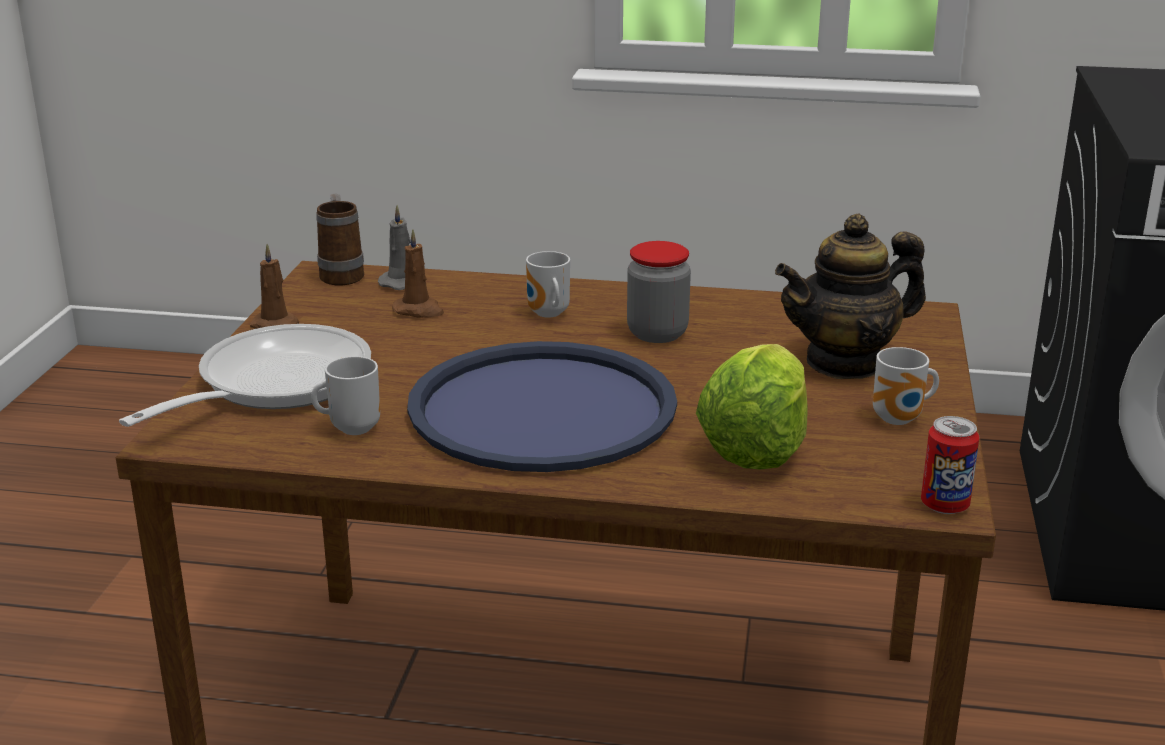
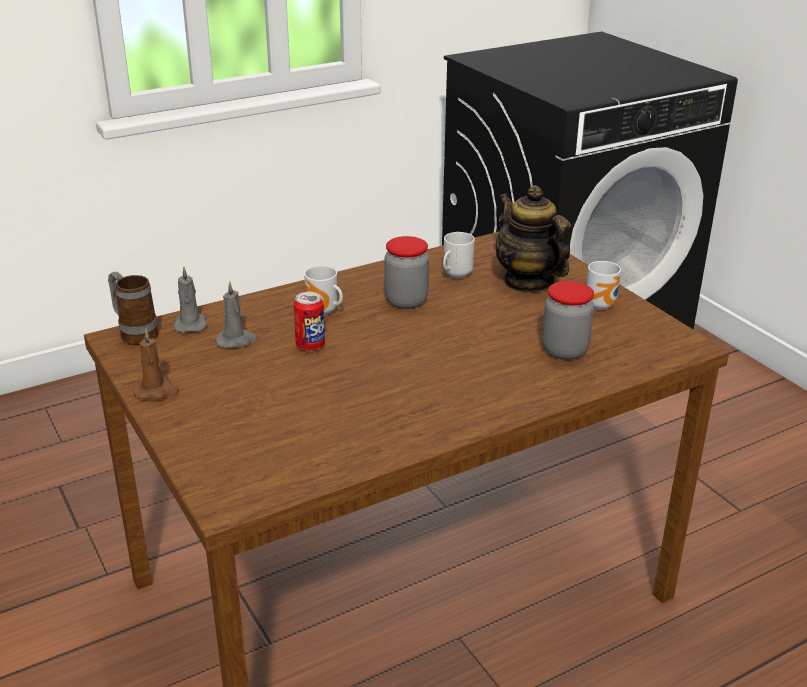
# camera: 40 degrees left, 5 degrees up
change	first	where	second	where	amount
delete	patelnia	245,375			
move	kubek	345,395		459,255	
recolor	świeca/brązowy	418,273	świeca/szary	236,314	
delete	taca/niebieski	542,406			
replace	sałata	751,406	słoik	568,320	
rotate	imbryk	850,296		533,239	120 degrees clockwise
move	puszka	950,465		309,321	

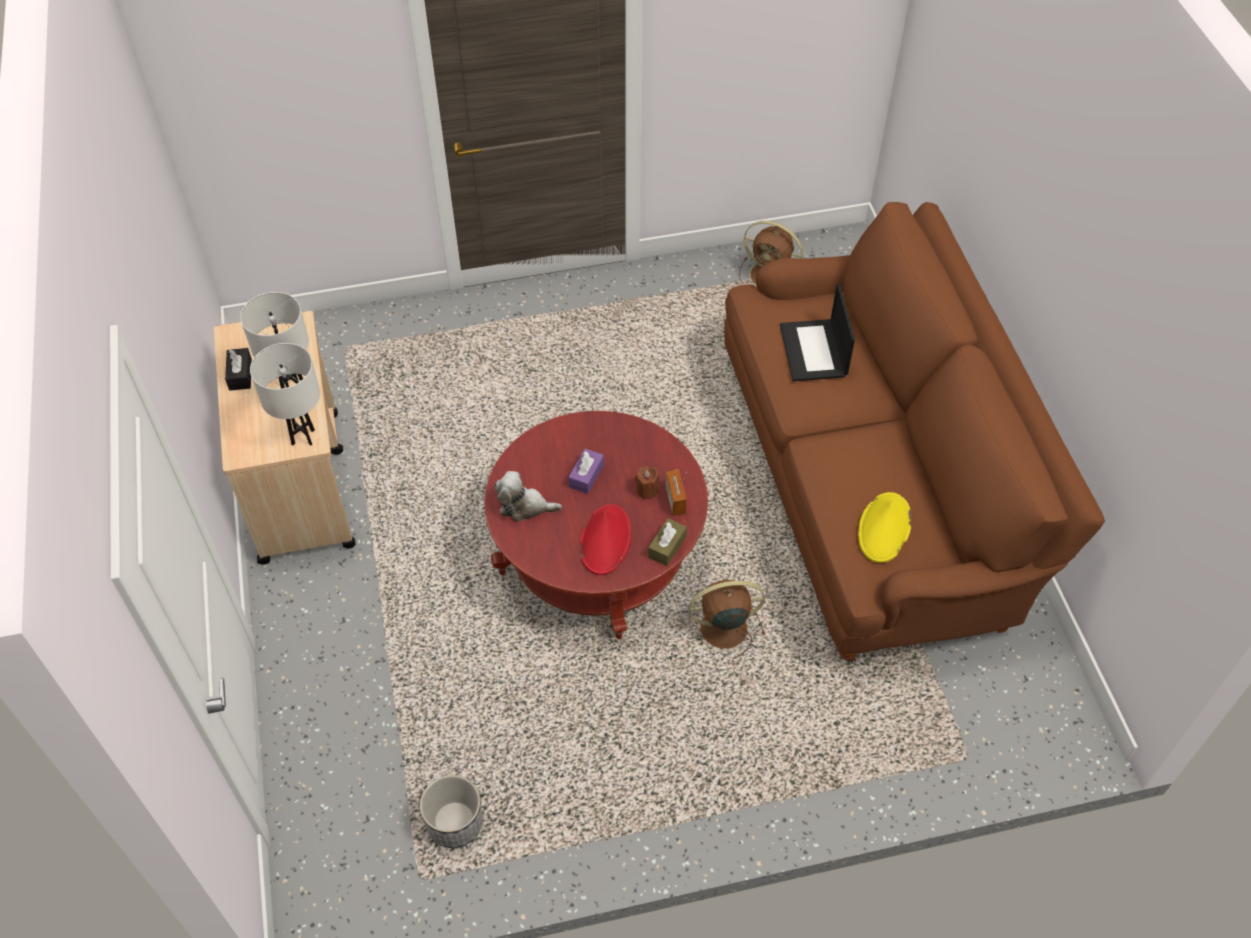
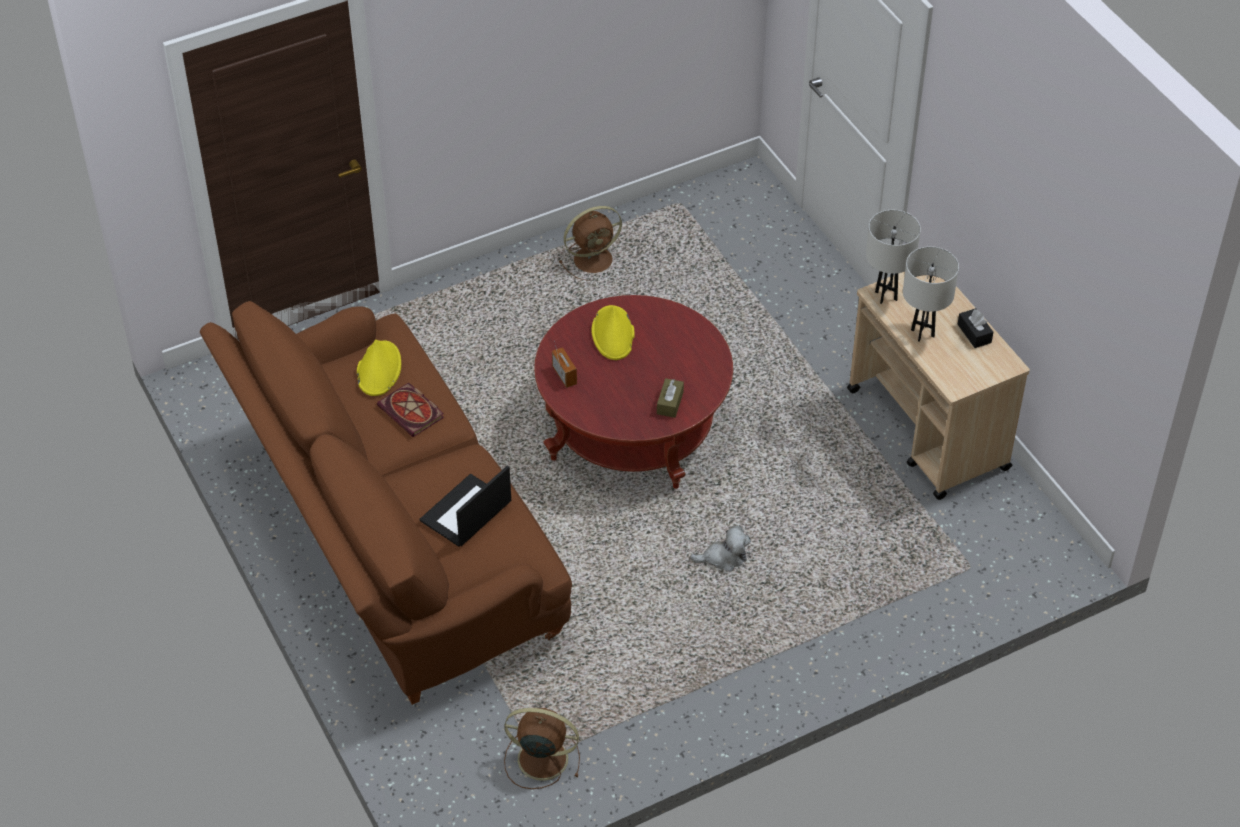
# camera: 165 degrees right, 5 degrees down
change	first	where	second	where	amount
delete	donica	451,811			
move	pluszak	528,496		720,548	
delete	pudełko chusteczek/fioletowy	586,471			
recolor	kapelusz/czerwony	605,539	kapelusz/żółty	613,332	
delete	świeca/brązowy	647,483			
move	pudełko chusteczek/brązowy	667,542		670,398	
move	wentylator/brązowy	726,619		590,243	
rotate	laptop	817,332		465,506	120 degrees counterclockwise
insert			książka	410,409	

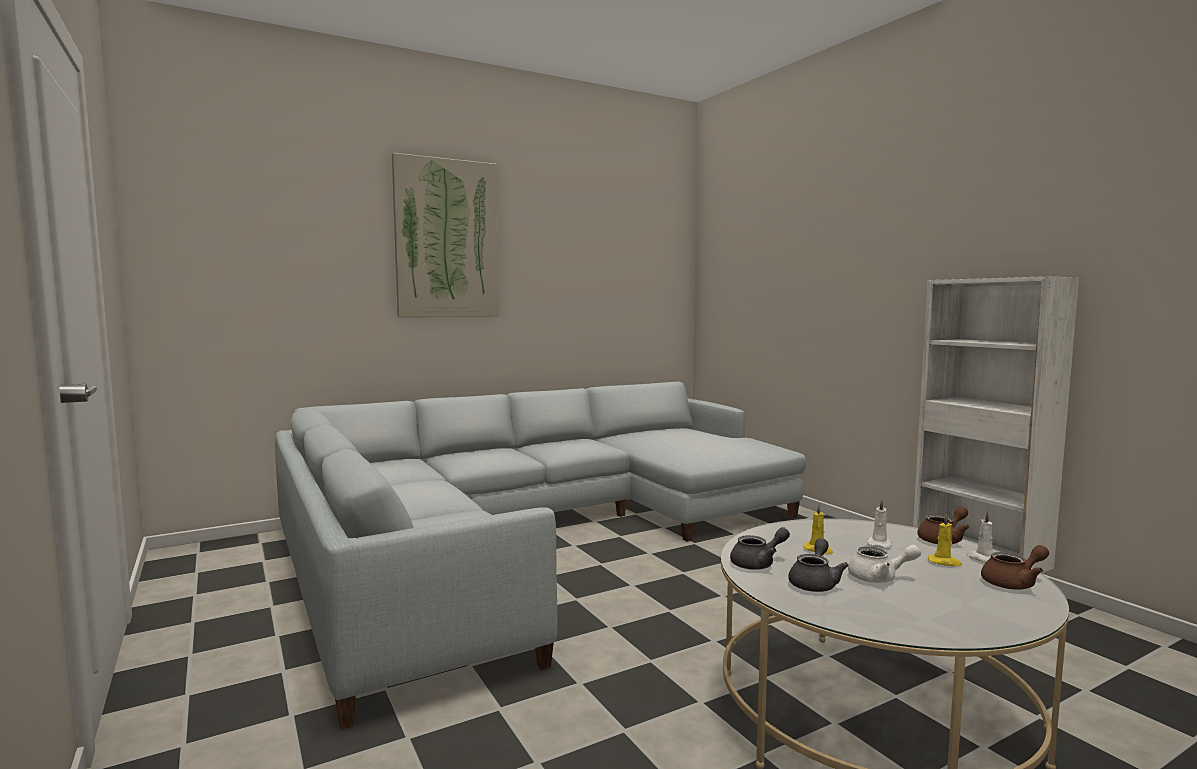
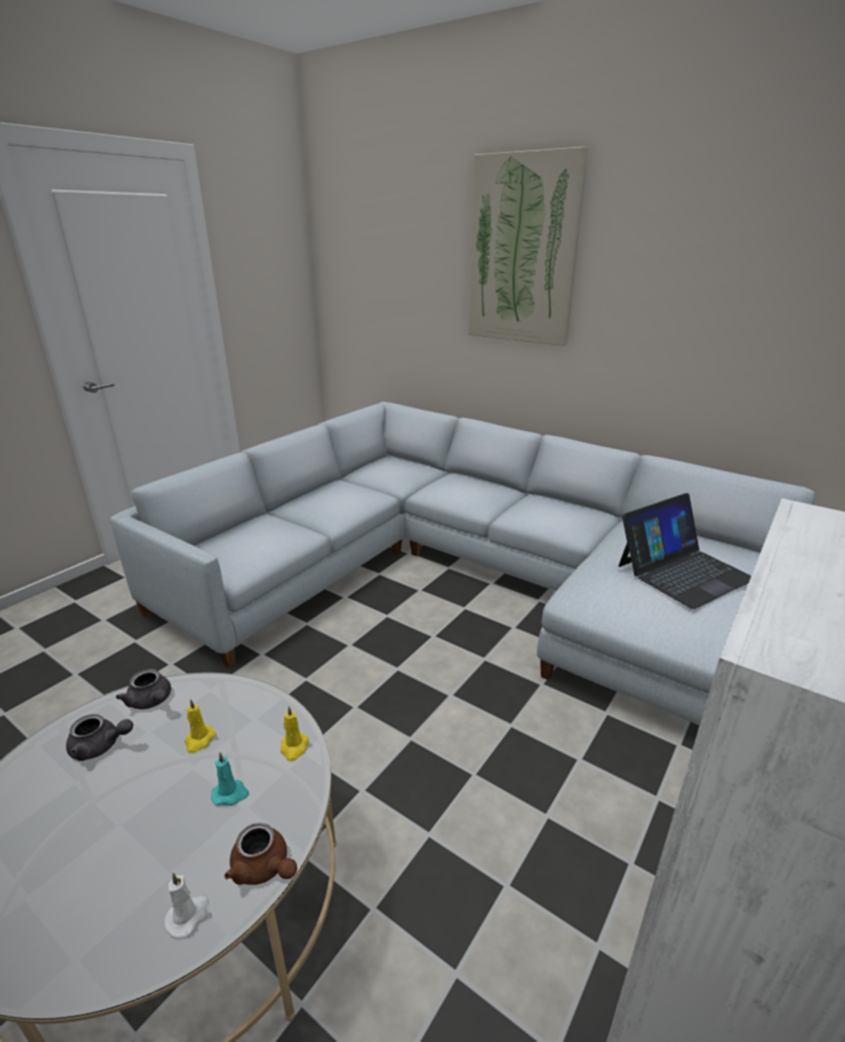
# camera: 65 degrees right, 20 degrees up
change	first	where	second	where	amount
delete	imbryk/biały	884,564			
recolor	świeca/biały	879,524	świeca/turkusowy	230,779	
move	świeca/żółty	945,540		294,734	
delete	imbryk/brązowy	1015,567			
insert			laptop	685,551	

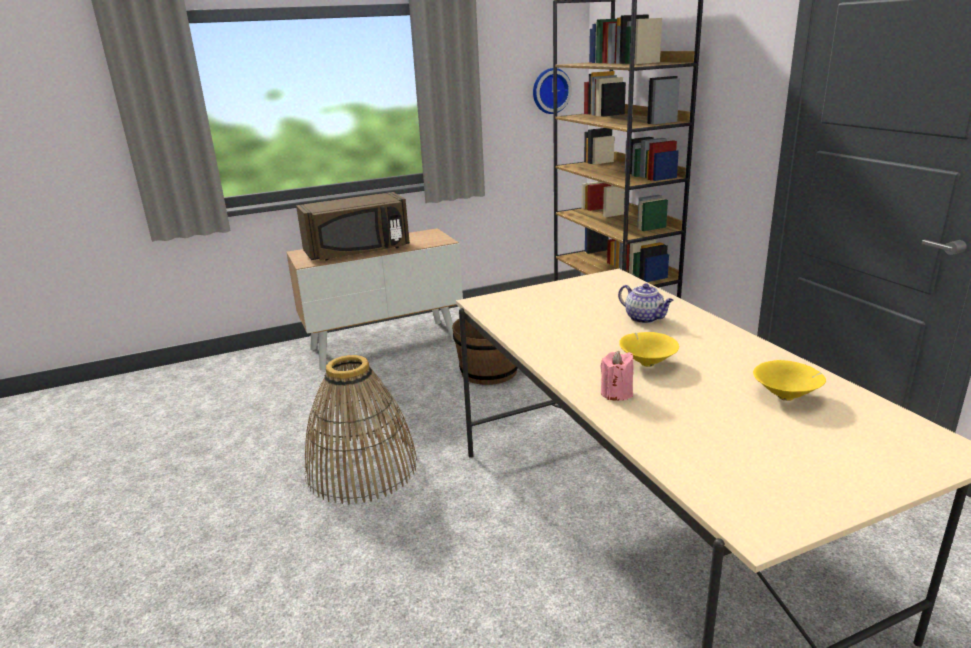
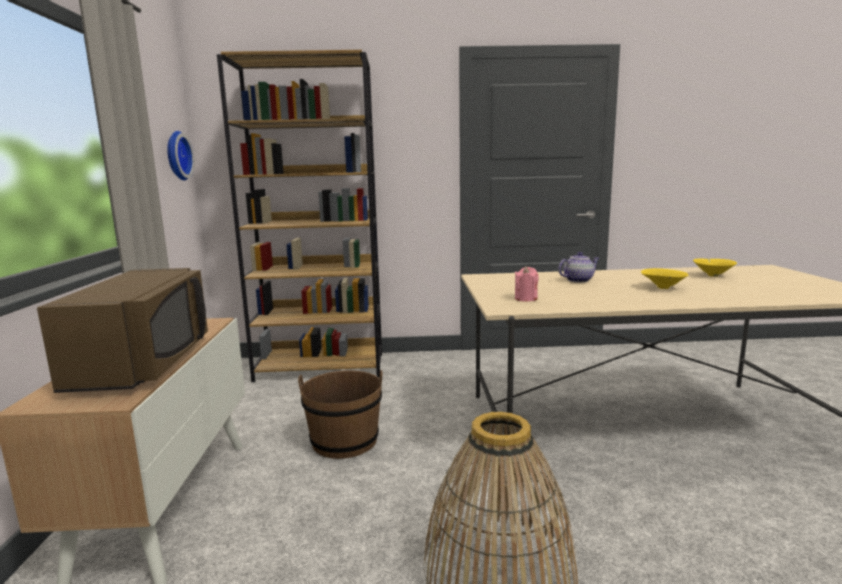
# camera: 70 degrees left, 10 degrees down
change	first	where	second	where	amount
move	świeca/różowy	617,375		527,283	

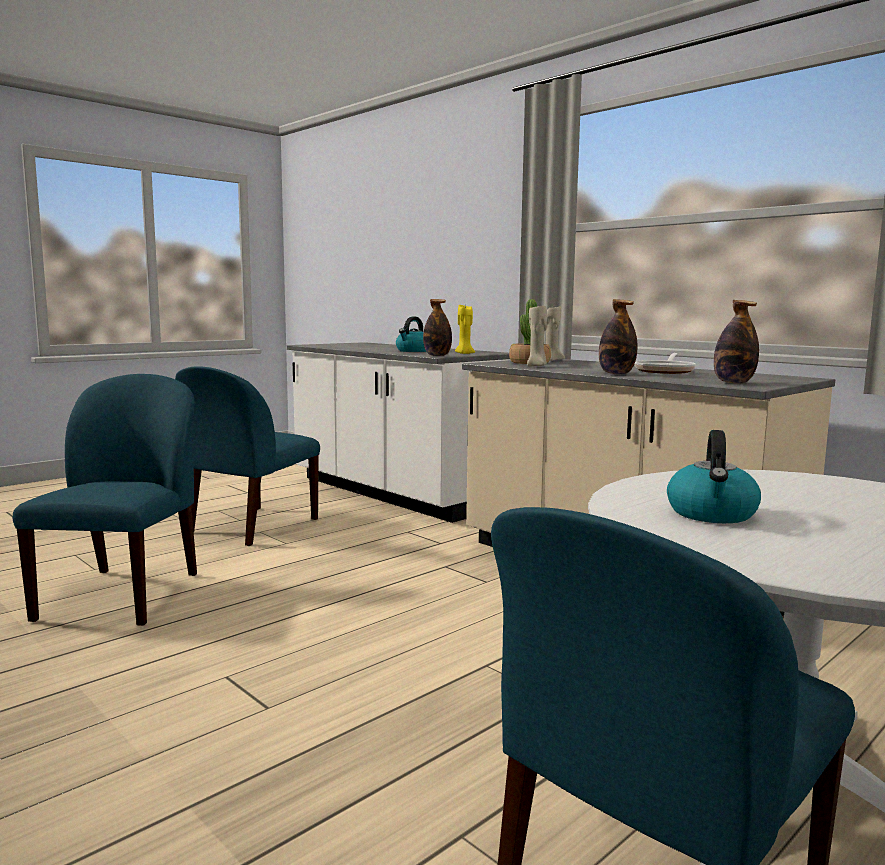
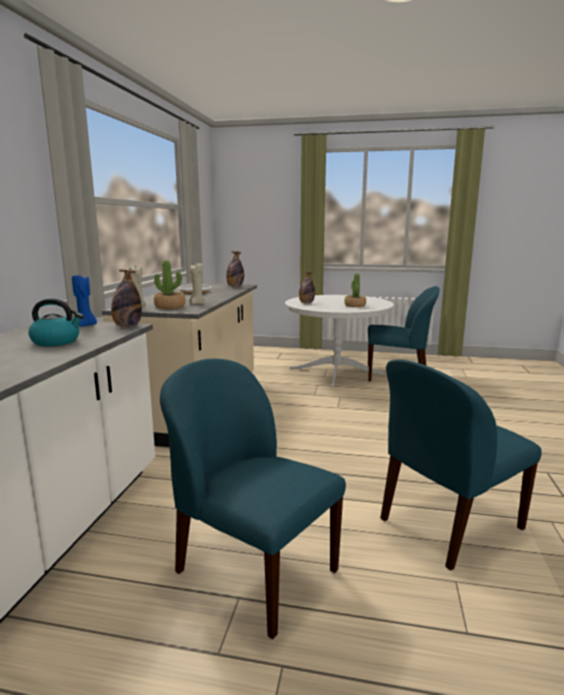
# camera: 125 degrees left, 5 degrees up
change	first	where	second	where	amount
rotate	krzesło/niebieski	247,456		253,499	135 degrees counterclockwise
recolor	świeca/żółty	465,329	świeca/niebieski	84,301	
move	butelka	618,336		307,287	
replace	czajnik	714,476	roślina doniczkowa	355,290	

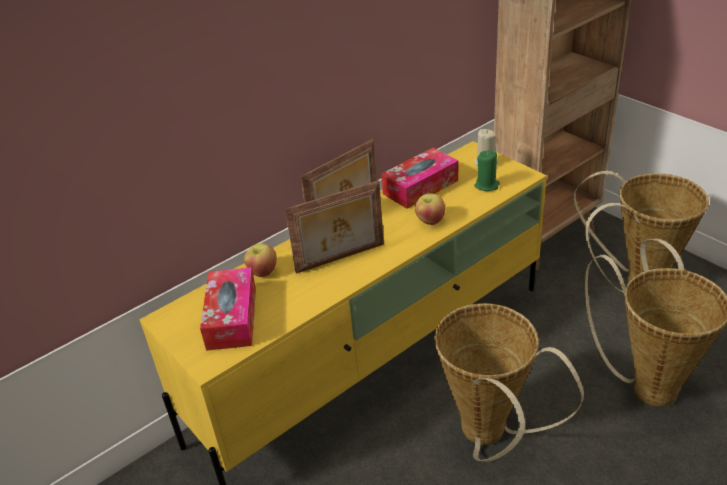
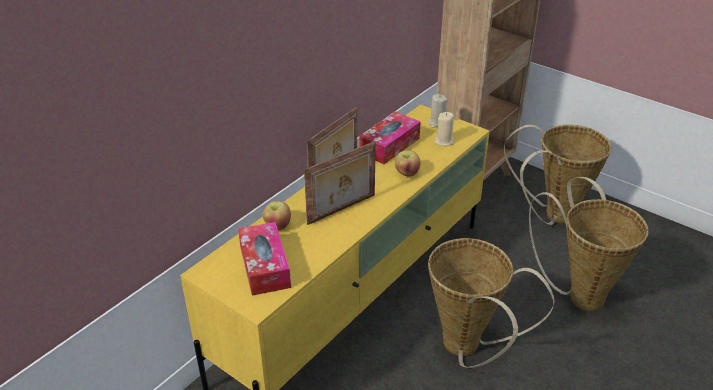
# camera: 15 degrees left, 0 degrees up
change	first	where	second	where	amount
recolor	świeca/zielony	487,170	świeca/beżowy	444,129	

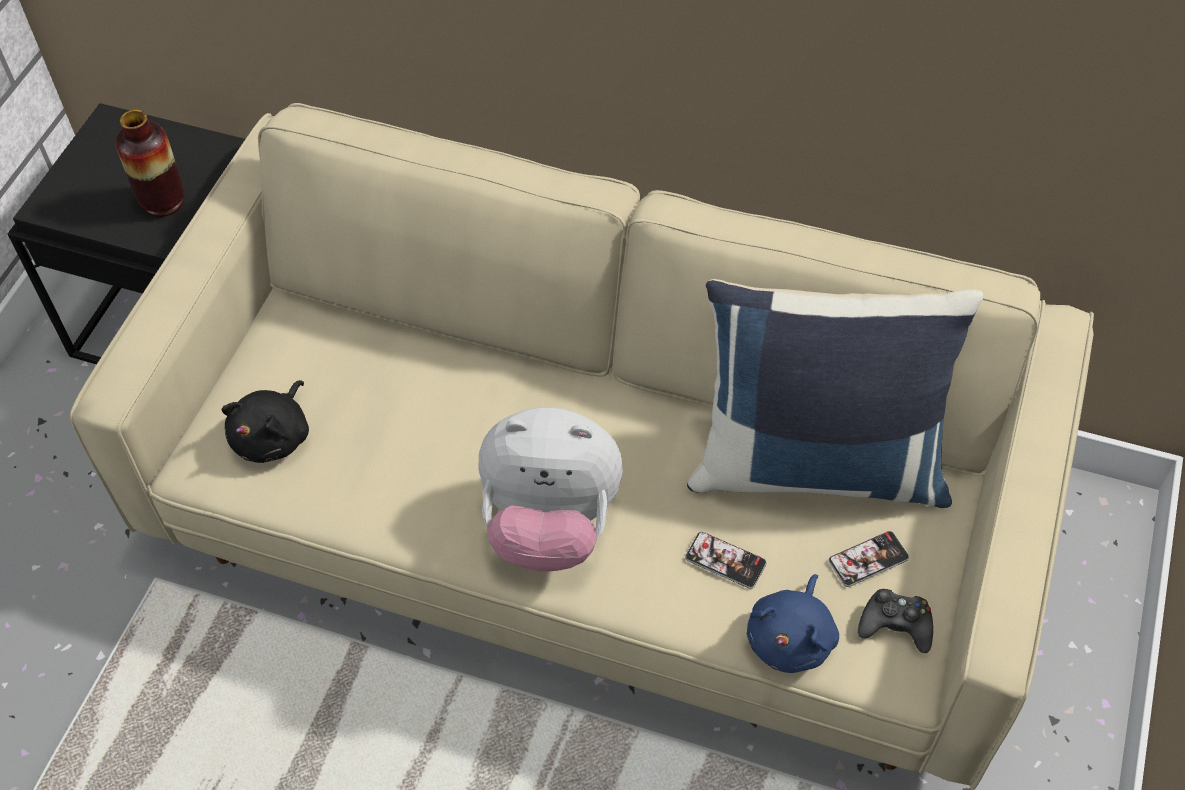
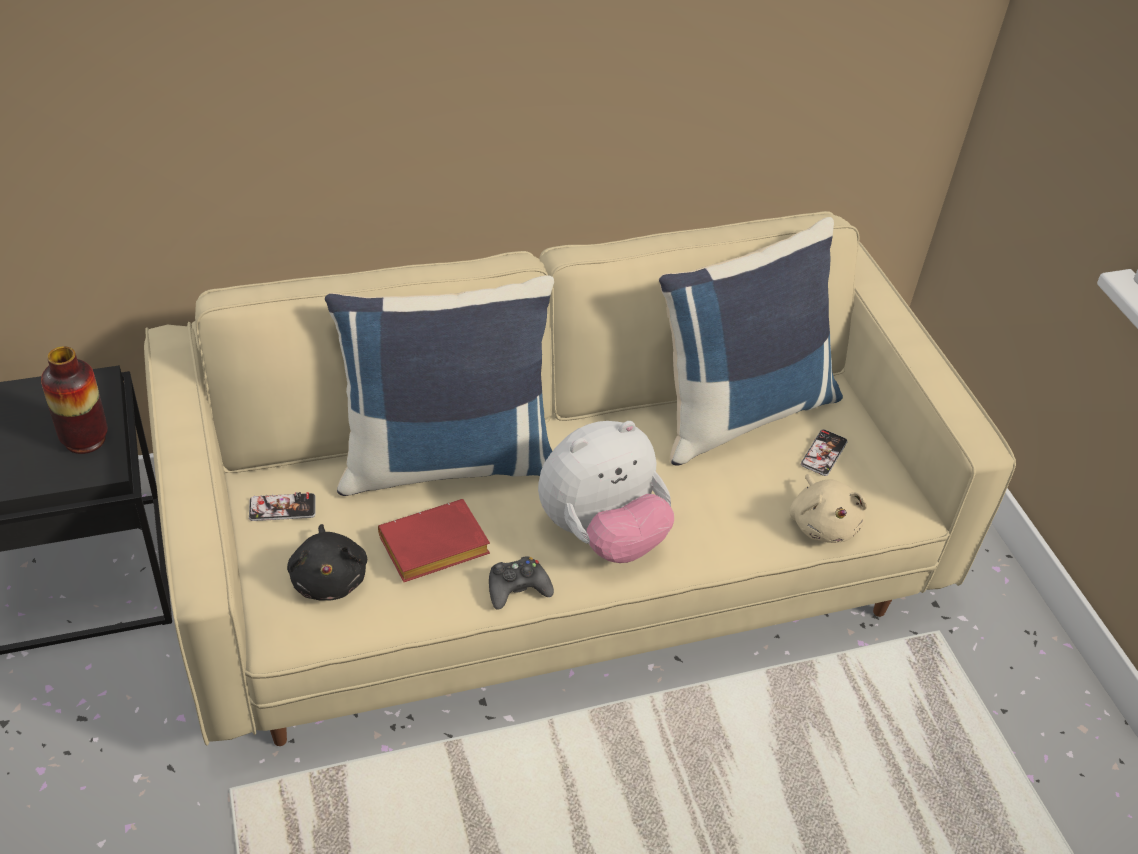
# camera: 40 degrees left, 10 degrees down
change	first	where	second	where	amount
move	telefon	726,560		282,506	
recolor	pluszak/niebieski	793,623	pluszak/beżowy	828,508	
move	pad do gier/czarny	895,621		521,583	
insert			poduszka/niebieski	439,385	
insert			książka/czerwony	434,540	

